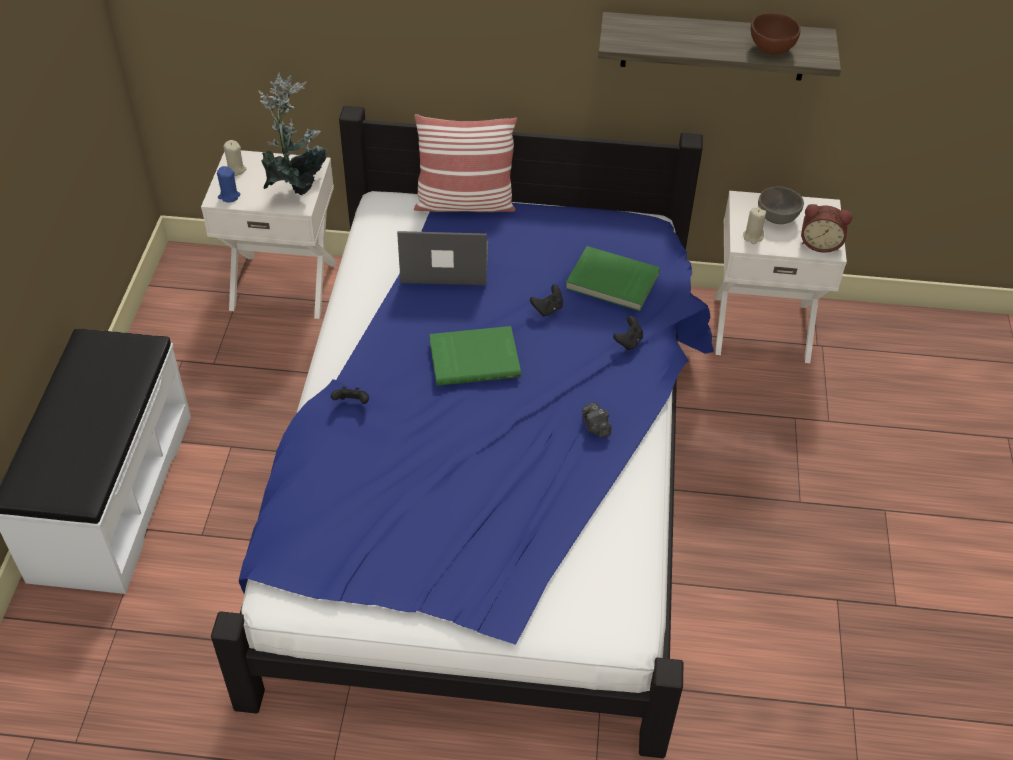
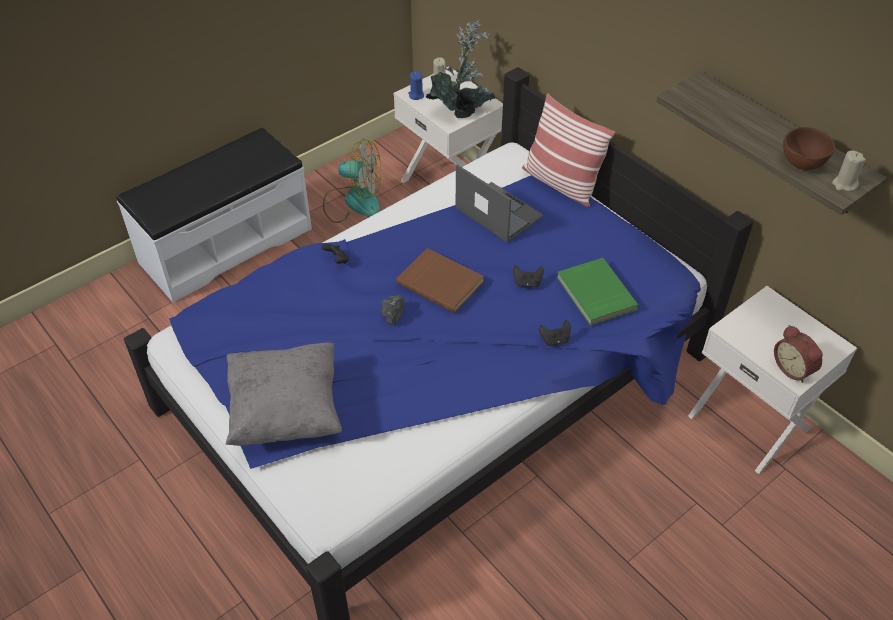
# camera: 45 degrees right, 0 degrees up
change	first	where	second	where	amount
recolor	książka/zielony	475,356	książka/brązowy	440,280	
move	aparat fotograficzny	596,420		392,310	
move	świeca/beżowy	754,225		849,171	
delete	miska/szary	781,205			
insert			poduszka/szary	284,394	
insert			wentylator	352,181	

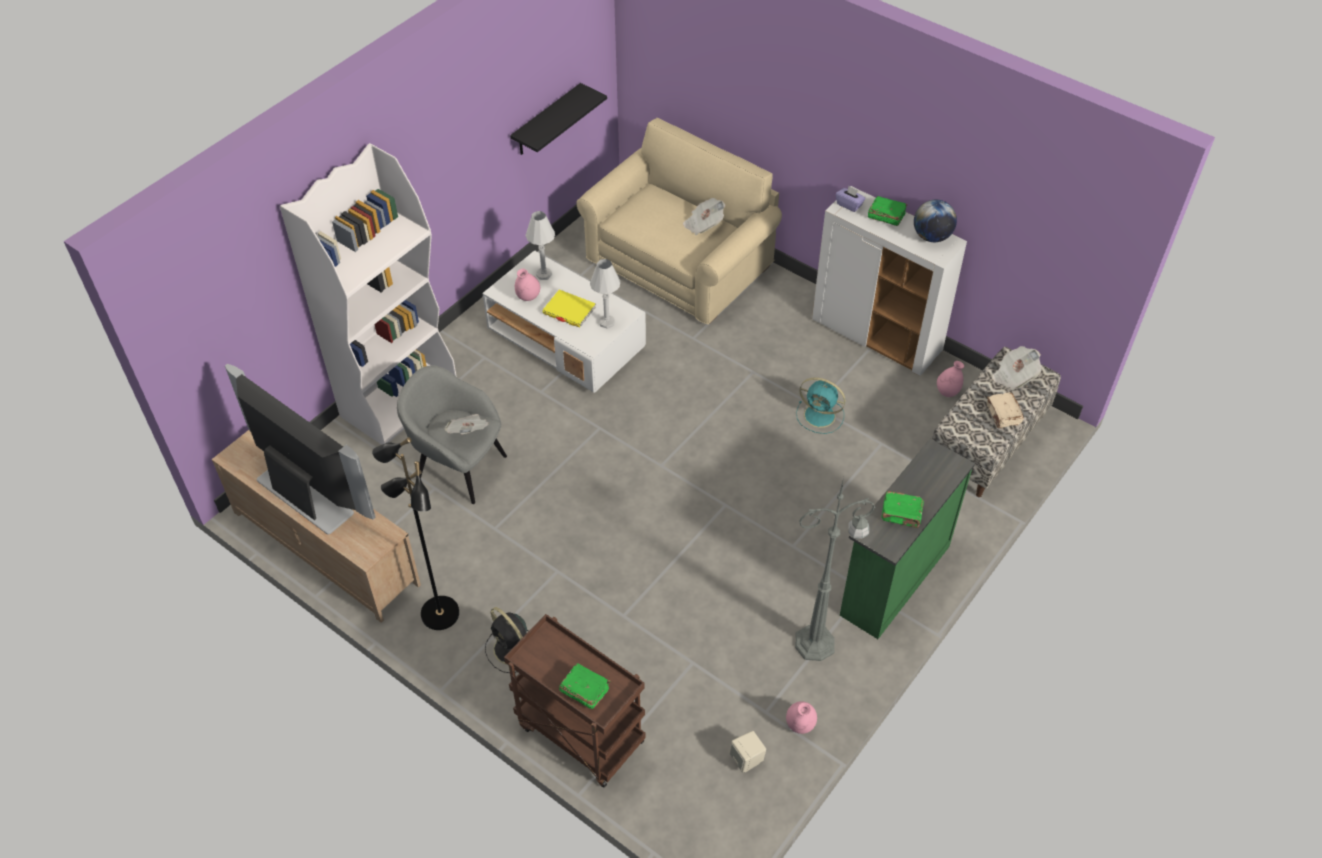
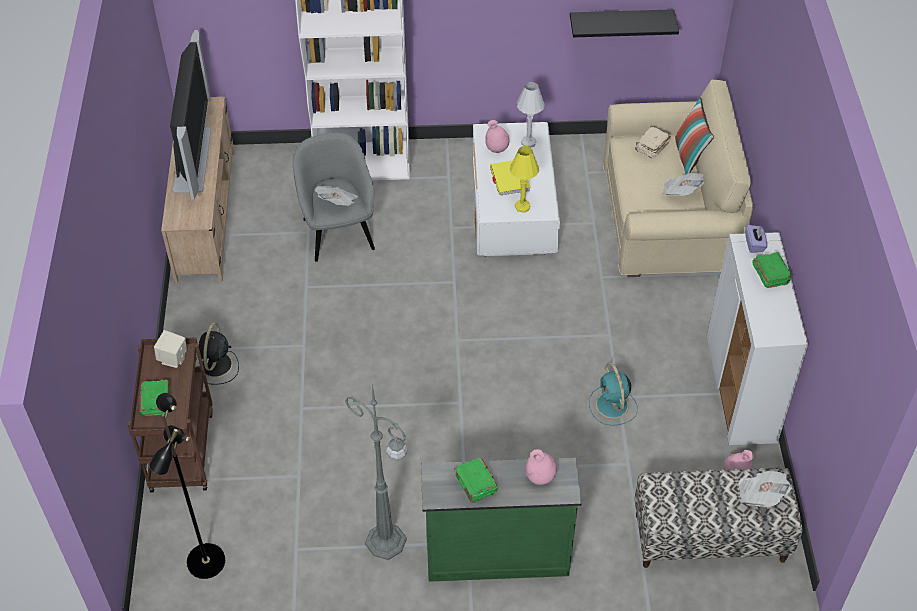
# camera: 50 degrees right, 0 degrees up
change	first	where	second	where	amount
move	lampa stojąca/czarny	415,533		187,486	
recolor	lampa stołowa/biały	605,294	lampa stołowa/żółty	524,179	
move	głośnik/beżowy	747,751		170,349	
move	wazon/różowy	801,717		541,467	
delete	globus	935,221			
move	książka/beżowy	1005,410		653,143	
insert			poduszka	694,135	

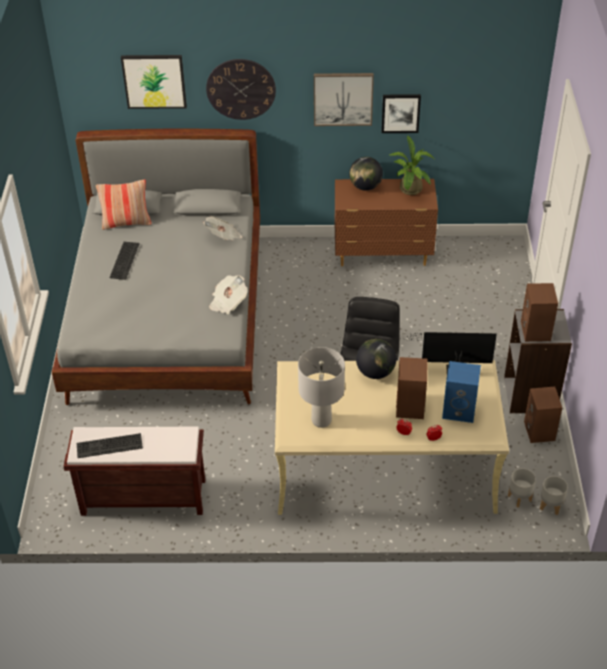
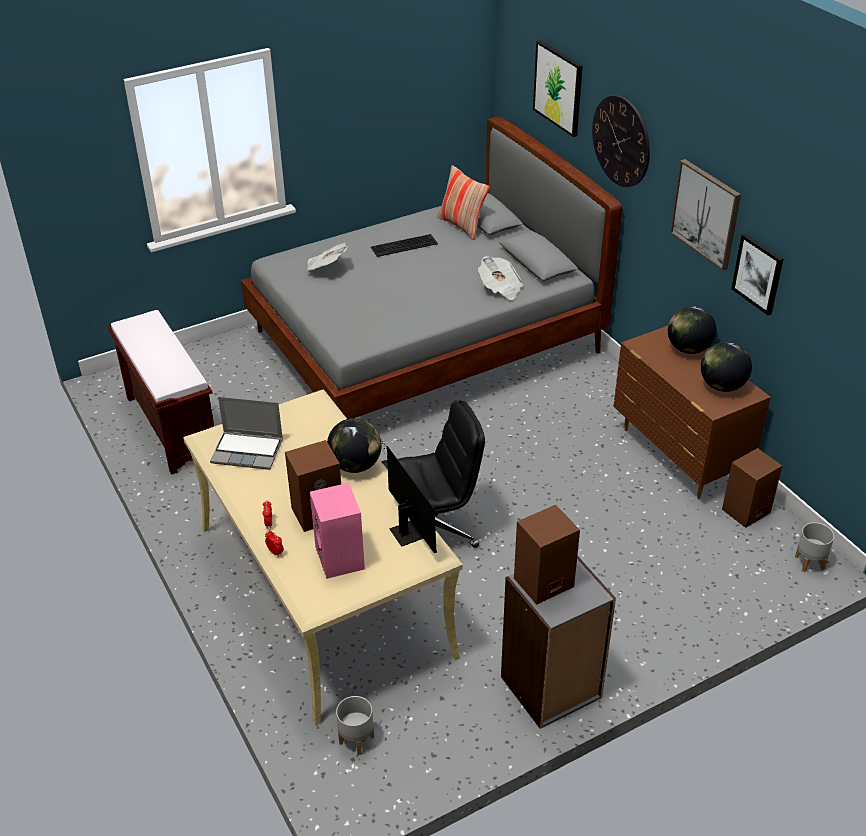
# camera: 60 degrees right, 5 degrees down
change	first	where	second	where	amount
delete	klawiatura	110,445			
move	gazeta	228,294		326,257	
replace	lampa stołowa/szary	321,387	laptop	246,433	
replace	roślina doniczkowa	411,165	globus	726,367	
recolor	głośnik/niebieski	461,392	głośnik/różowy	337,531	
move	głośnik/brązowy	543,415		752,488	
move	donica/szary	554,495		814,547	

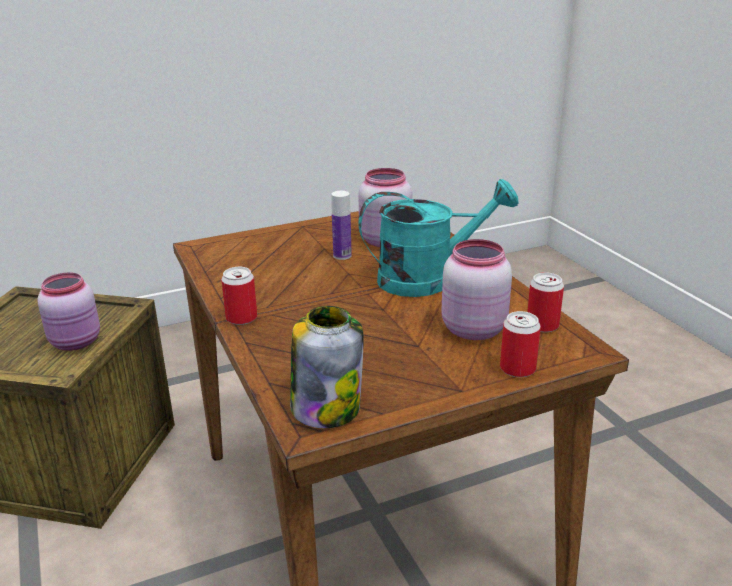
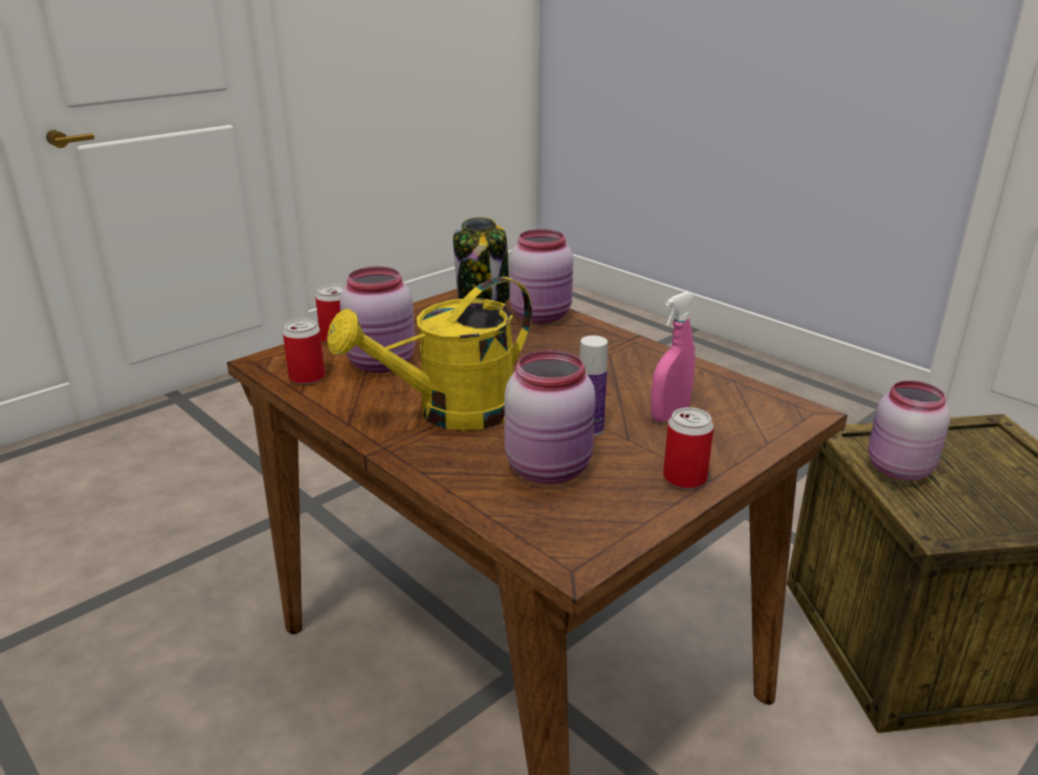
# camera: 160 degrees right, 0 degrees up
change	first	where	second	where	amount
move	puszka	239,296		688,448	
recolor	konewka/turkusowy	438,238	konewka/żółty	429,354	
insert			słoik/różowy	541,276	
insert			spryskiwacz/różowy	673,357	

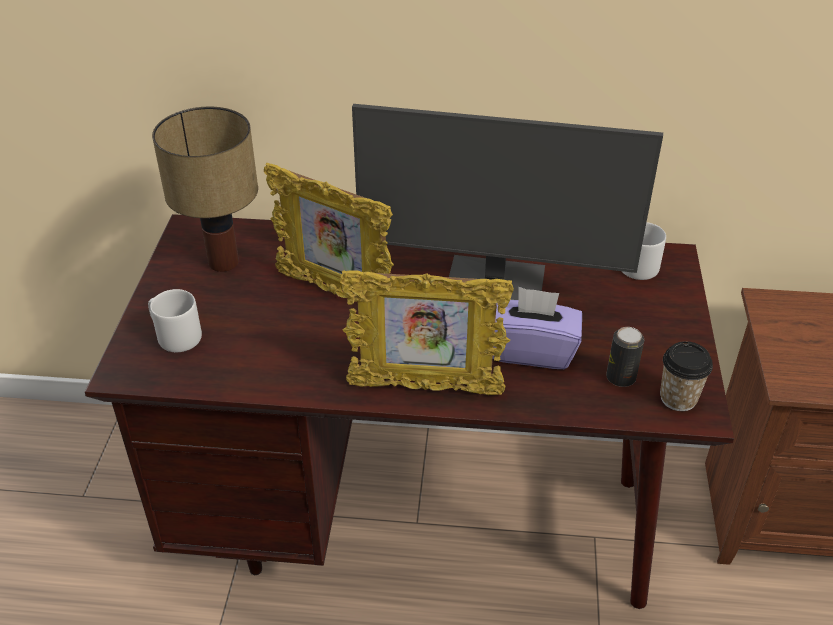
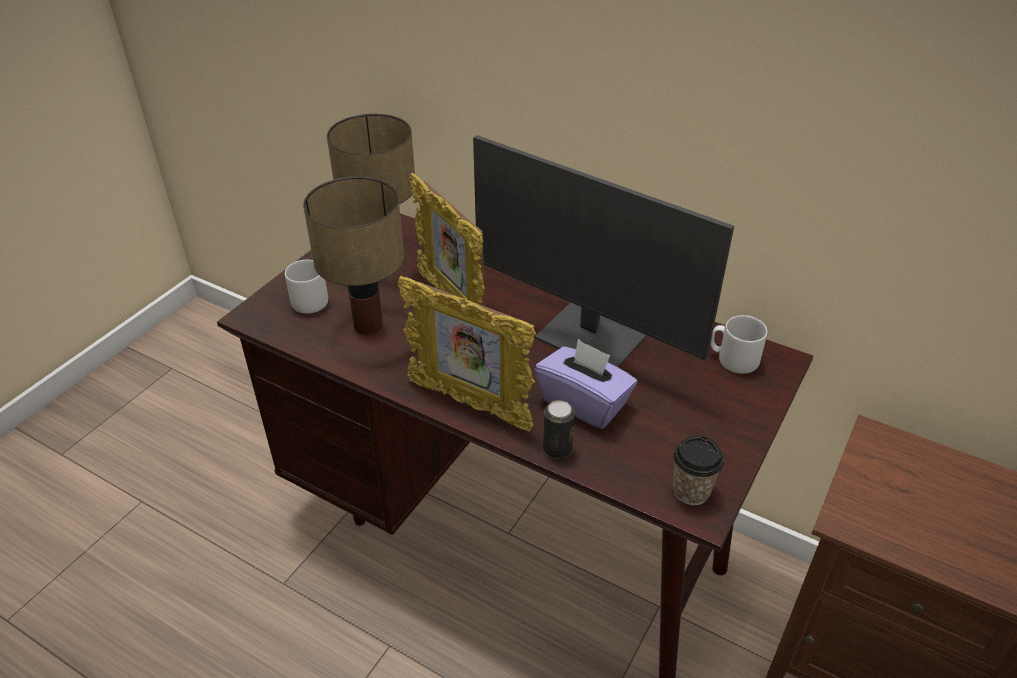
# camera: 25 degrees right, 0 degrees up
change	first	where	second	where	amount
move	puszka	625,357		559,429	
insert			lampa stołowa	353,255	

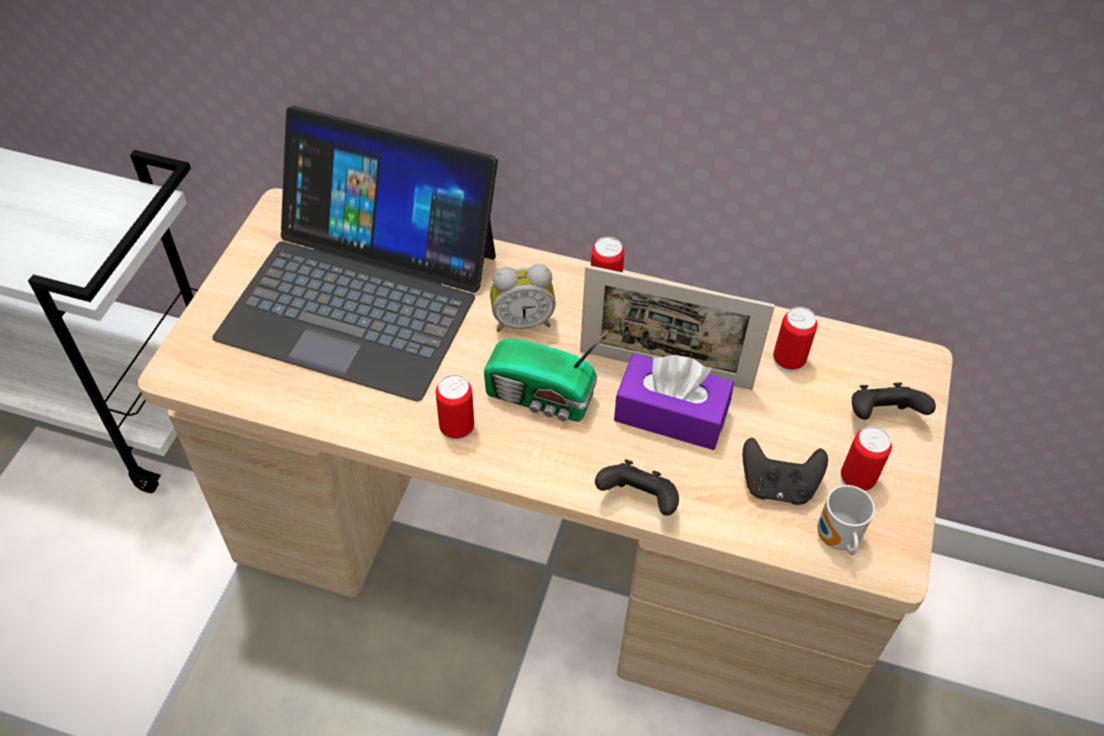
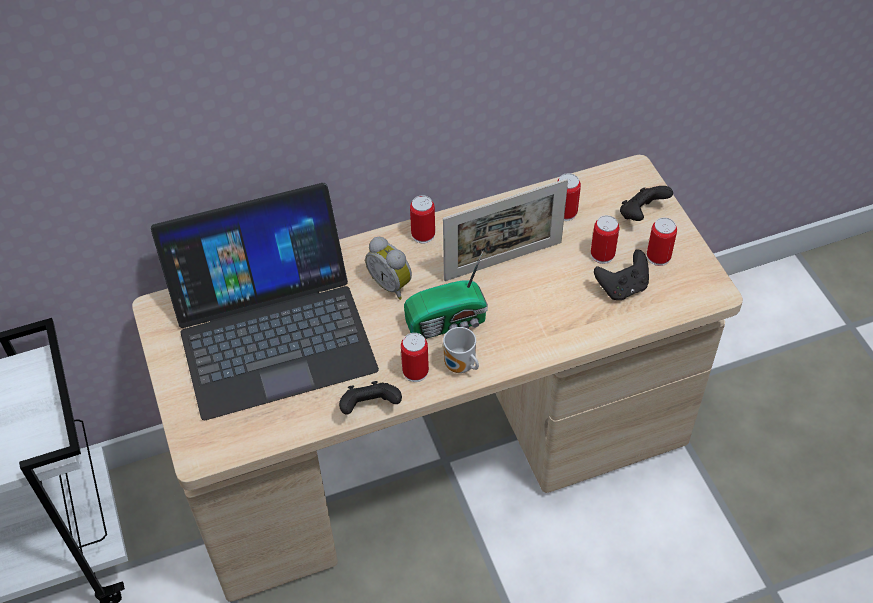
# camera: 35 degrees left, 0 degrees up
change	first	where	second	where	amount
rotate	budzik	523,298		388,268	90 degrees clockwise
move	pad do gier/czarny	637,487		370,398	
delete	pudełko chusteczek/fioletowy	674,401			
move	kubek	846,520		461,350	
insert			puszka	605,239	

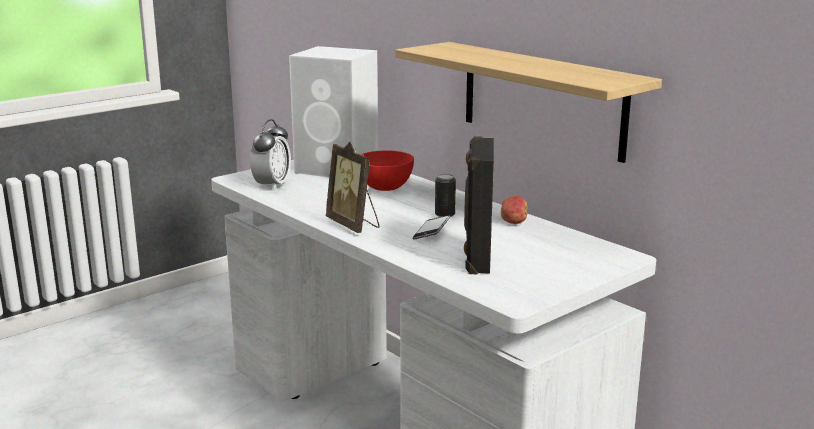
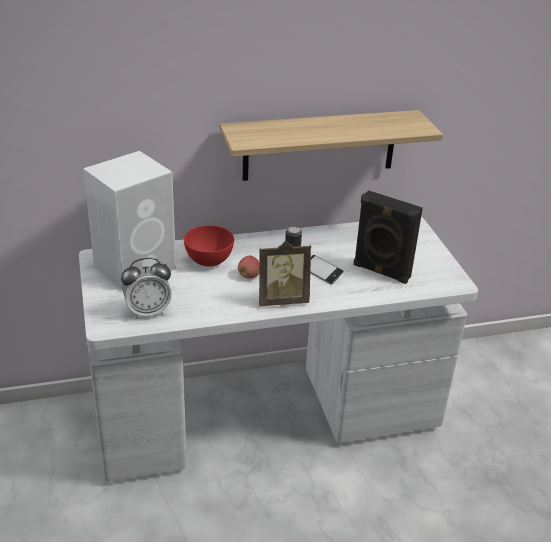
# camera: 65 degrees left, 15 degrees up
change	first	where	second	where	amount
rotate	budzik	270,155		146,288	120 degrees clockwise
move	jabłko	514,210		249,267	

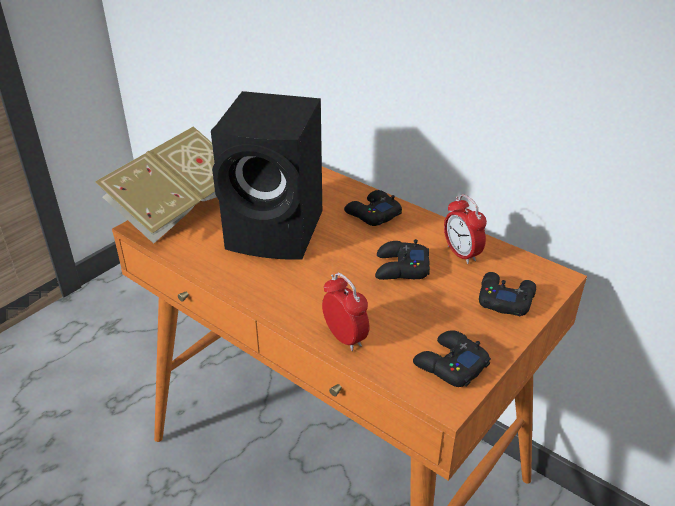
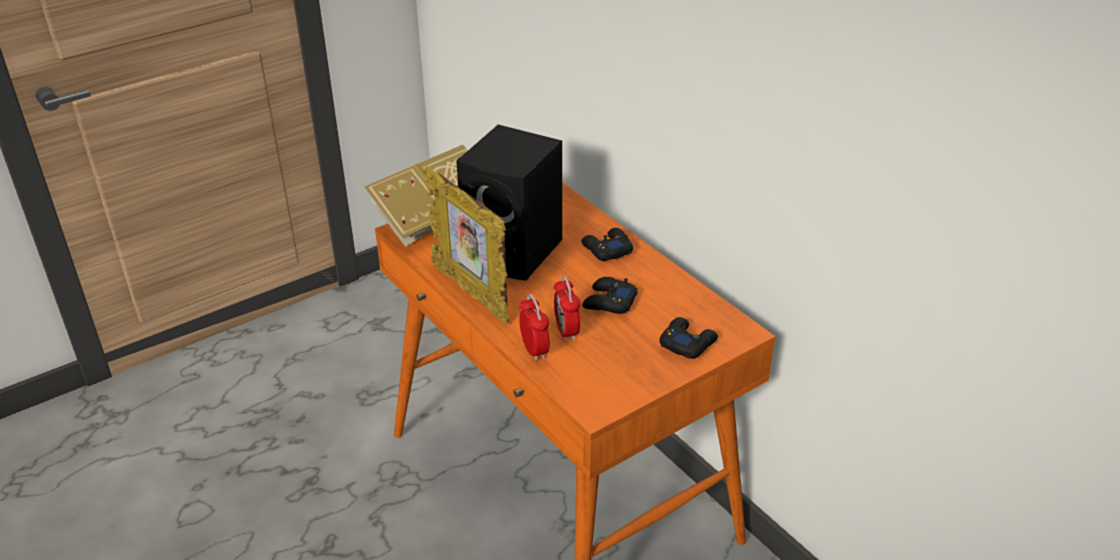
# camera: 15 degrees right, 0 degrees up
change	first	where	second	where	amount
delete	pad do gier/czarny	452,358			
move	budzik	465,229		567,309	
insert			ramka na zdjęcie	466,245	

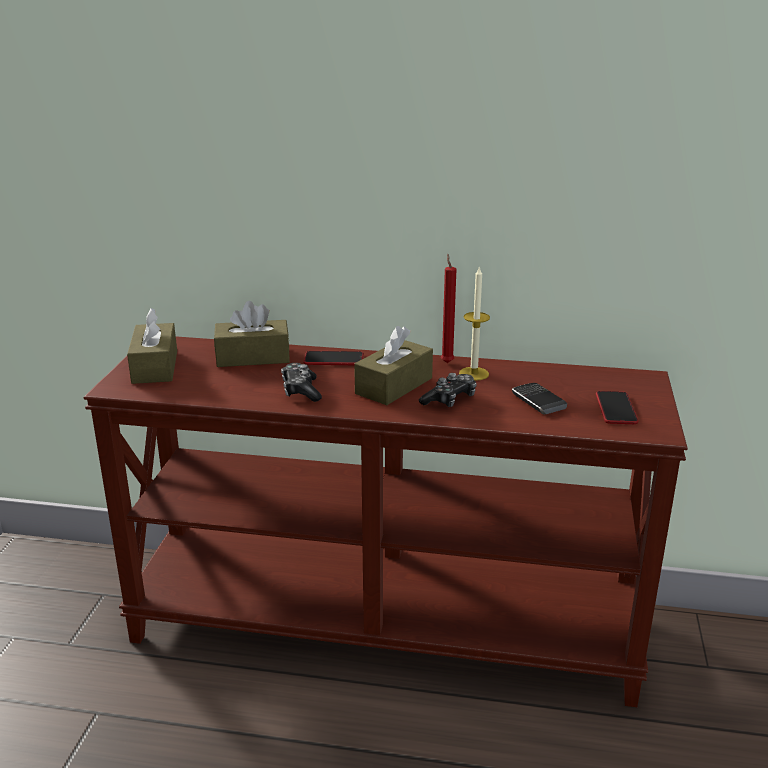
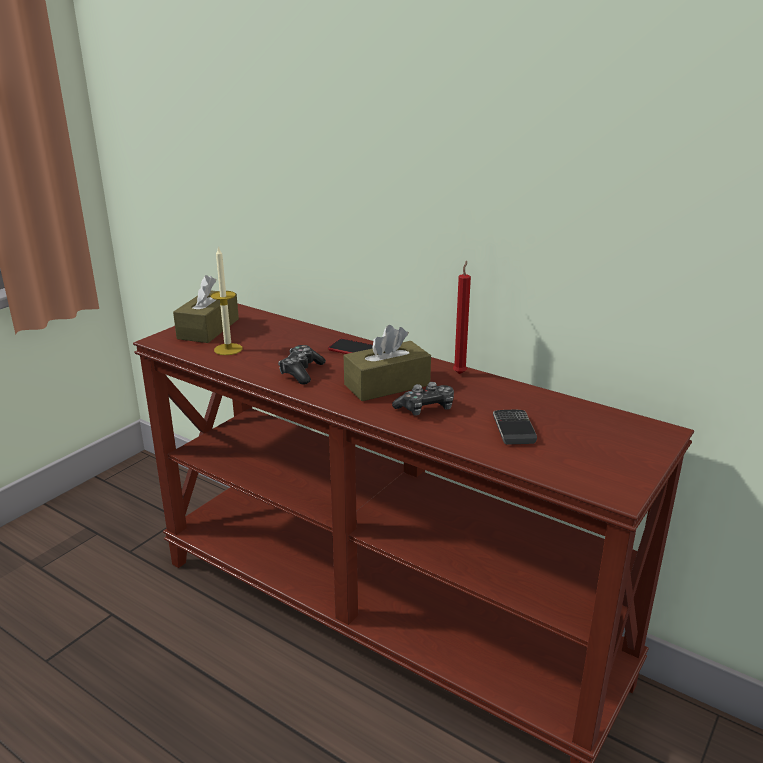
# camera: 25 degrees right, 0 degrees up
change	first	where	second	where	amount
delete	pudełko chusteczek/brązowy	252,334			
move	świeca	474,323		227,300	
delete	telefon	617,407			

